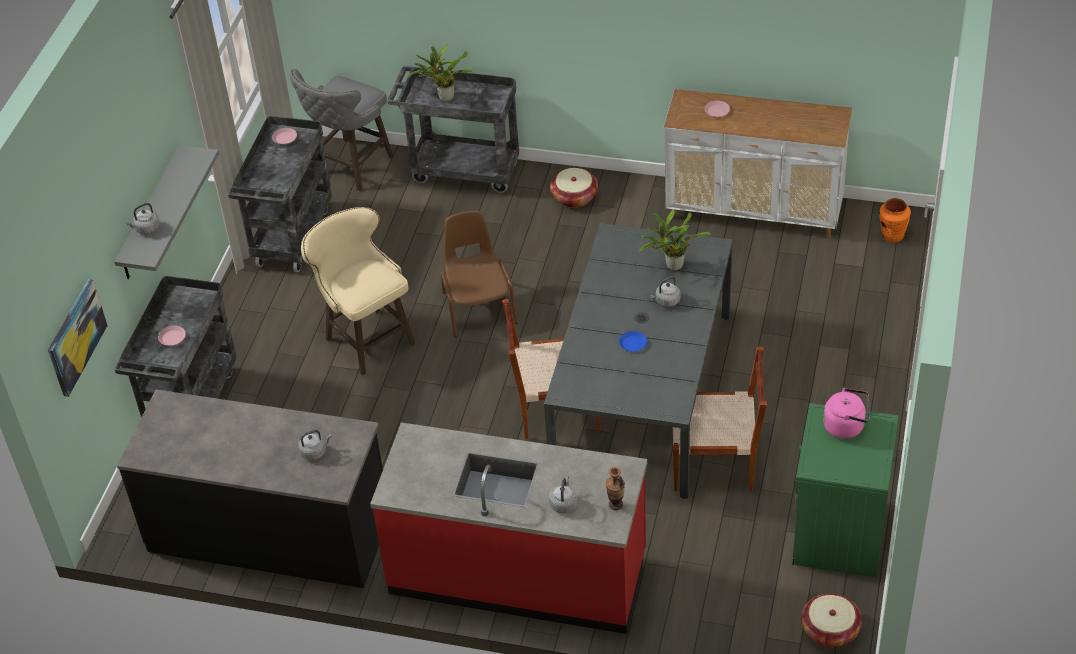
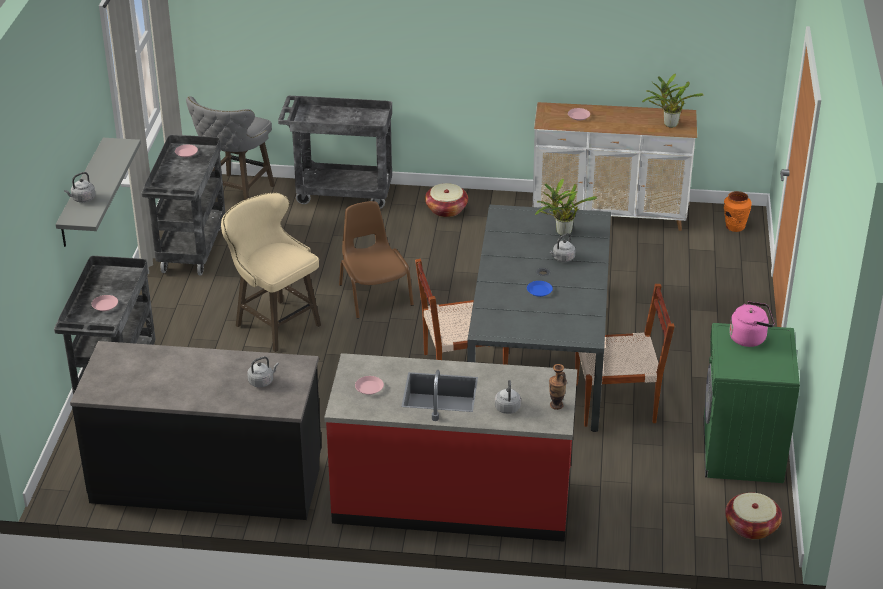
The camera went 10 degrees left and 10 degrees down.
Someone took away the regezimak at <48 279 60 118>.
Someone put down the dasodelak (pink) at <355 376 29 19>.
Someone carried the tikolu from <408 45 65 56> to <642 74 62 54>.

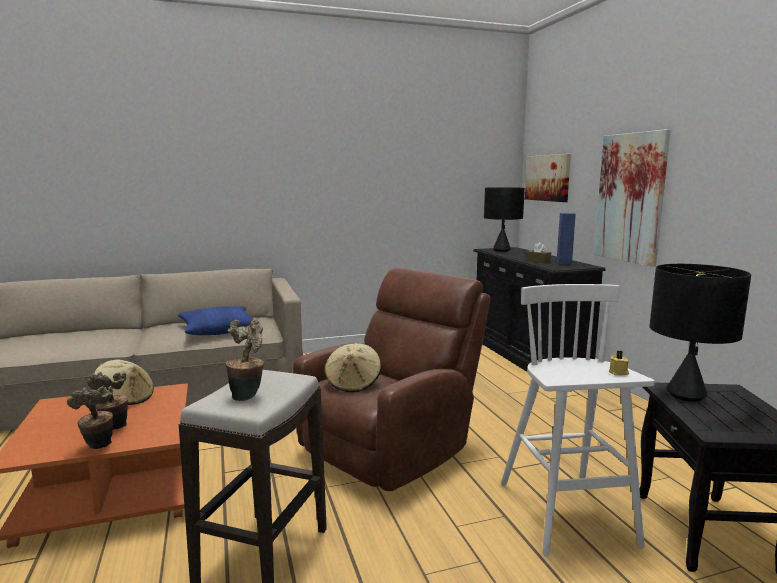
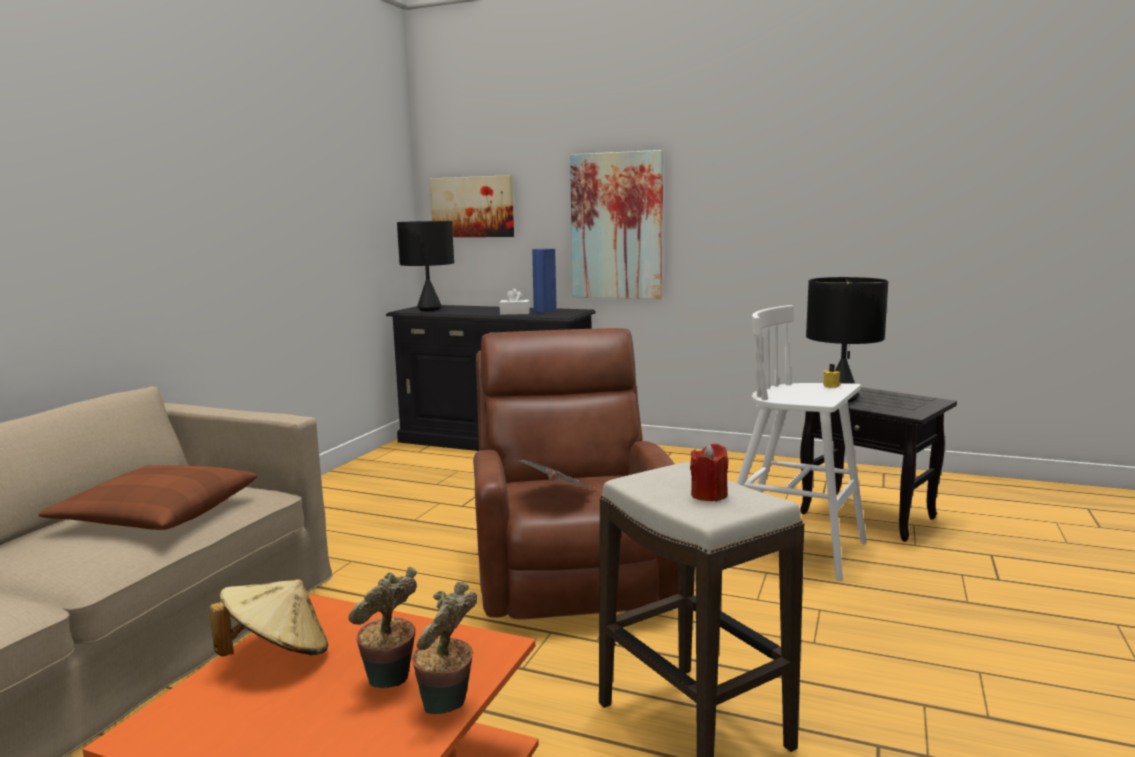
The camera went 50 degrees left and 0 degrees up.
Someone swapped the tikolu at <226 318 38 83> for the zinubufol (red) at <690 443 38 58>.
Someone swapped the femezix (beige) at <324 343 57 49> for the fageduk at <518 460 77 28>.
Someone repainted the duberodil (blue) at <178 306 82 29>, which became the duberodil (brown) at <38 465 219 65>.
Someone repainted the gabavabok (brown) at <525 242 26 21>, which became the gabavabok (white) at <499 289 31 26>.

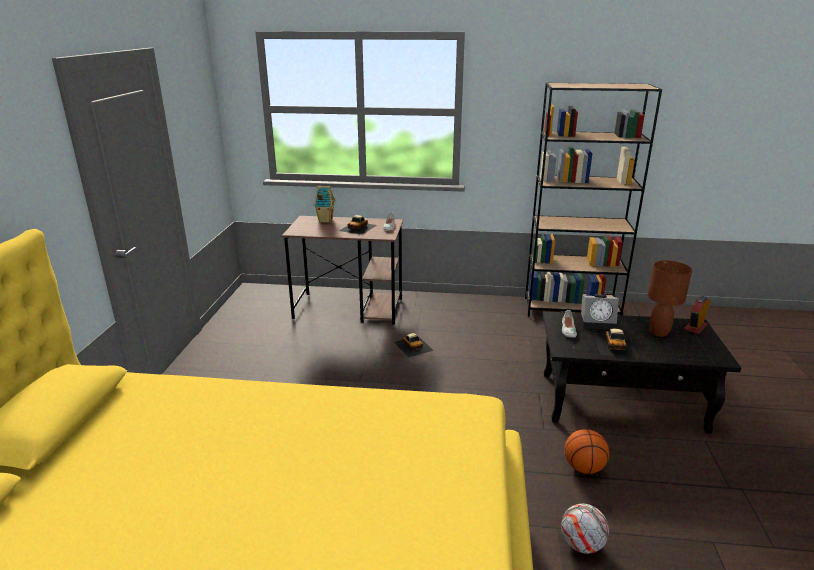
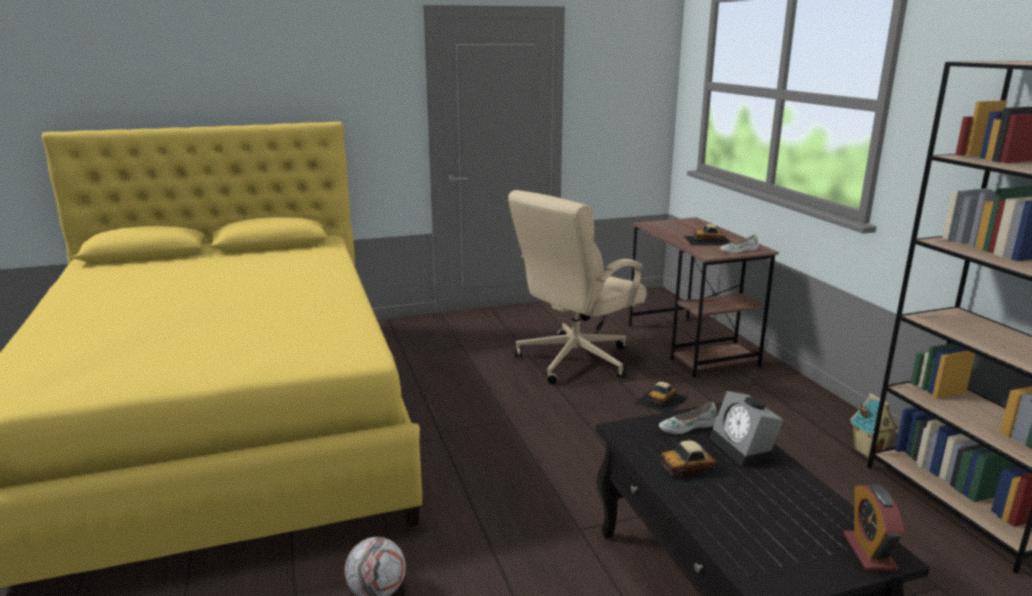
The camera went 65 degrees right and 5 degrees down.
Someone took away the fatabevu at <565 429 44 45>.
Someone took away the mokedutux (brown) at <648 260 44 77>.
Someone put down the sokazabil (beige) at <508 190 139 194>.
Someone carried the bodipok from <314 186 21 37> to <850 393 49 65>.
Someone rotated the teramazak at <684 296 26 38> by 105 degrees counterclockwise.

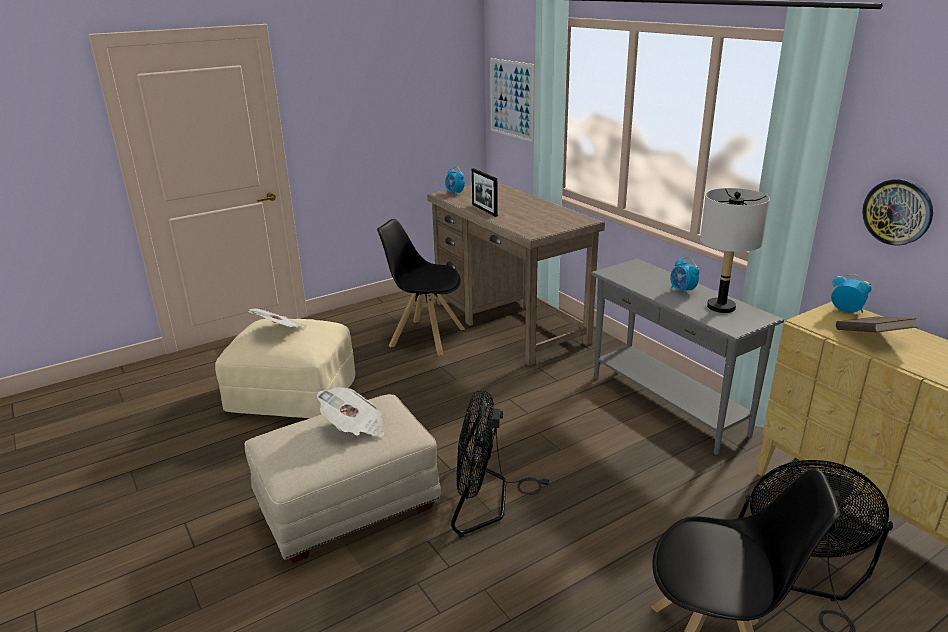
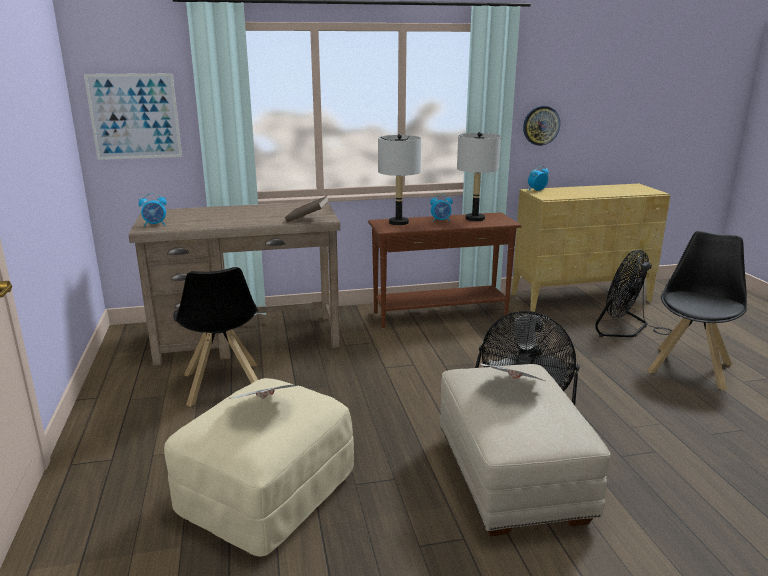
The camera went 70 degrees left and 5 degrees down.
Someone took away the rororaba at <472 168 26 49>.
Someone put down the mokedutux (grey) at <378 134 43 91>.
Someone carried the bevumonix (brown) from <836 316 81 17> to <285 196 44 27>.
Someone repainted the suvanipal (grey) at <591 259 193 196>, which became the suvanipal (brown) at <368 212 154 117>.
Someone rotated the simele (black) at <377 219 88 137> by 60 degrees counterclockwise.

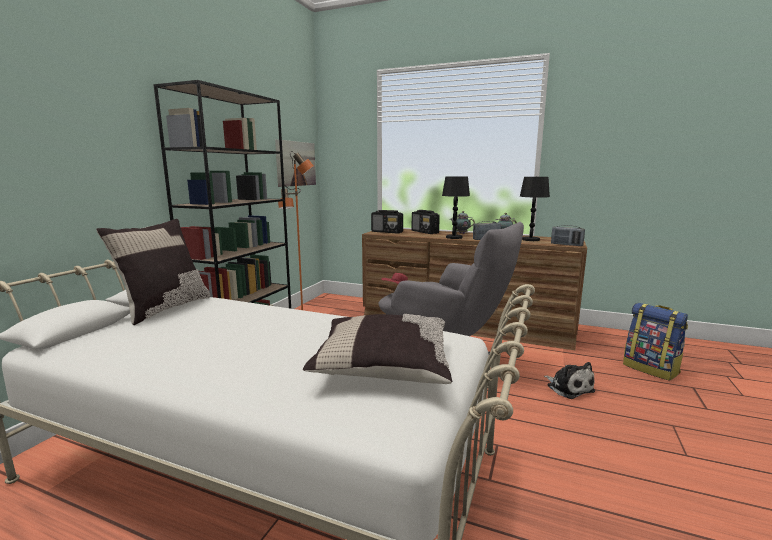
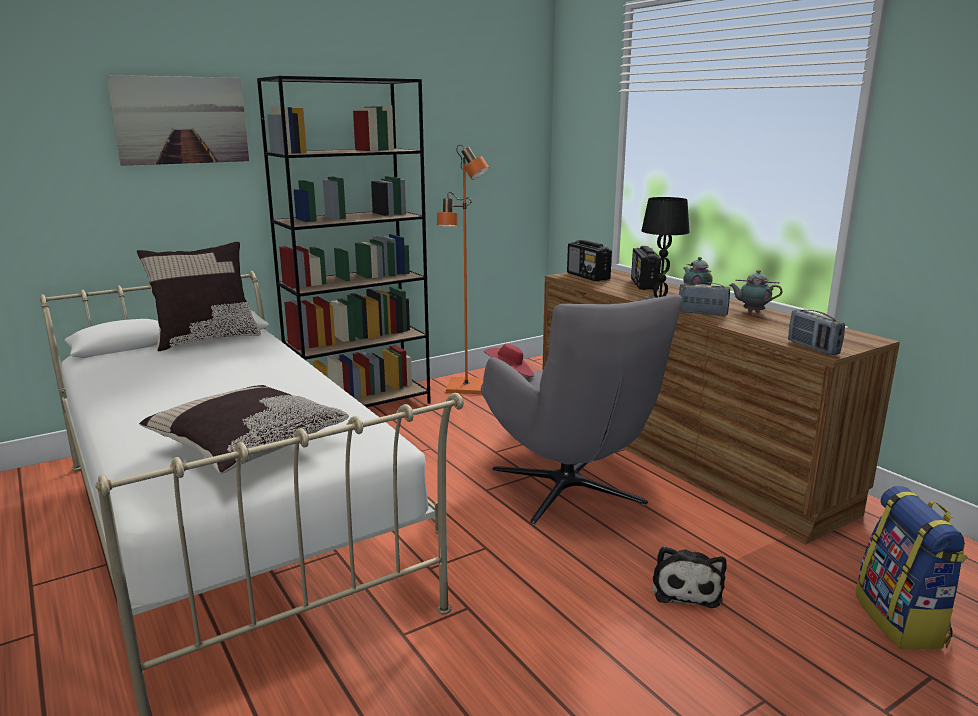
The camera went 35 degrees right and 5 degrees up.
Someone took away the mokedutux (black) at <520 177 30 64>.
Someone carried the regezimak from <275 139 41 48> to <106 75 143 91>.

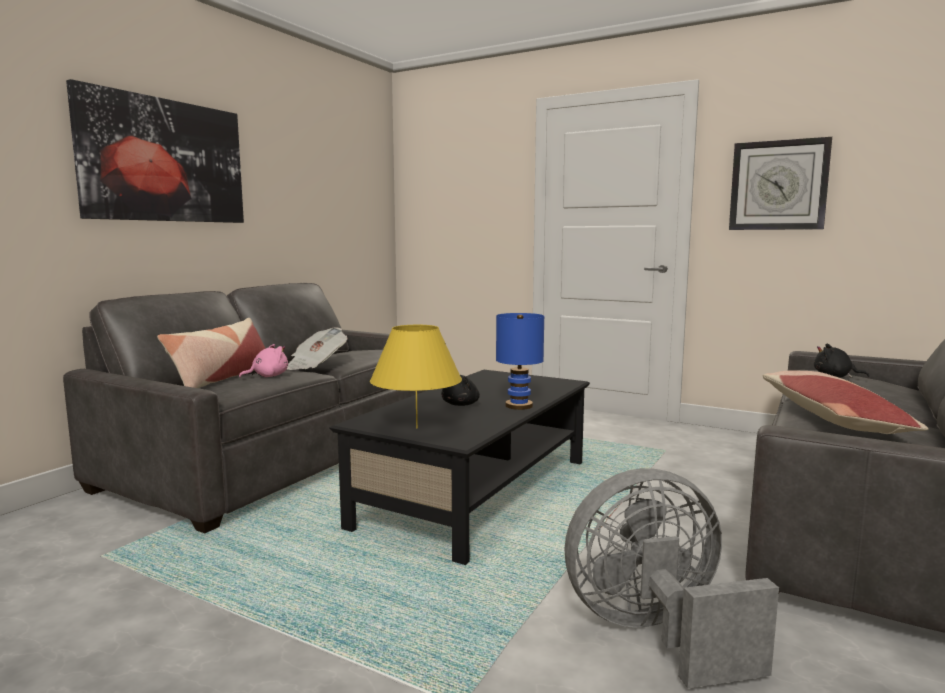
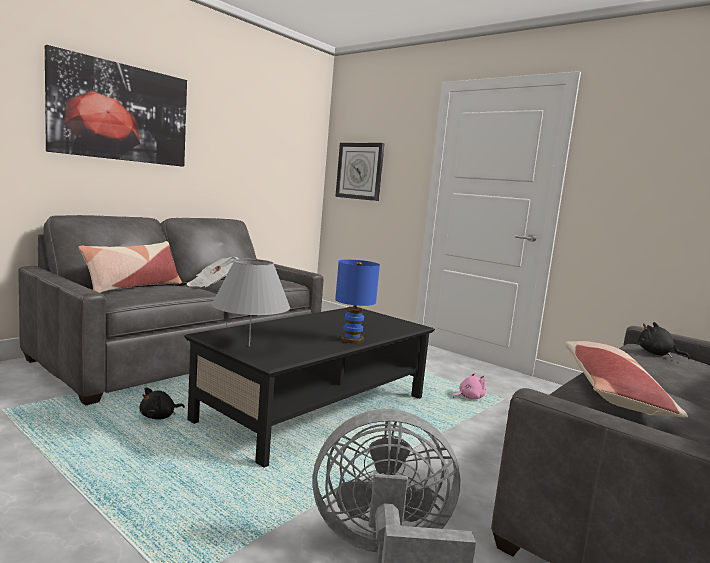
The camera went 10 degrees right and 0 degrees up.
Someone carried the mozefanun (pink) from <239 344 49 34> to <453 372 33 27>.
Someone carried the mozefanun (black) from <441 375 39 31> to <140 388 45 32>.
Someone carried the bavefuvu from <729 137 103 93> to <335 143 50 58>.
Someone repainted the mokedutux (yellow) at <370 325 92 103>, which became the mokedutux (grey) at <212 259 78 87>.

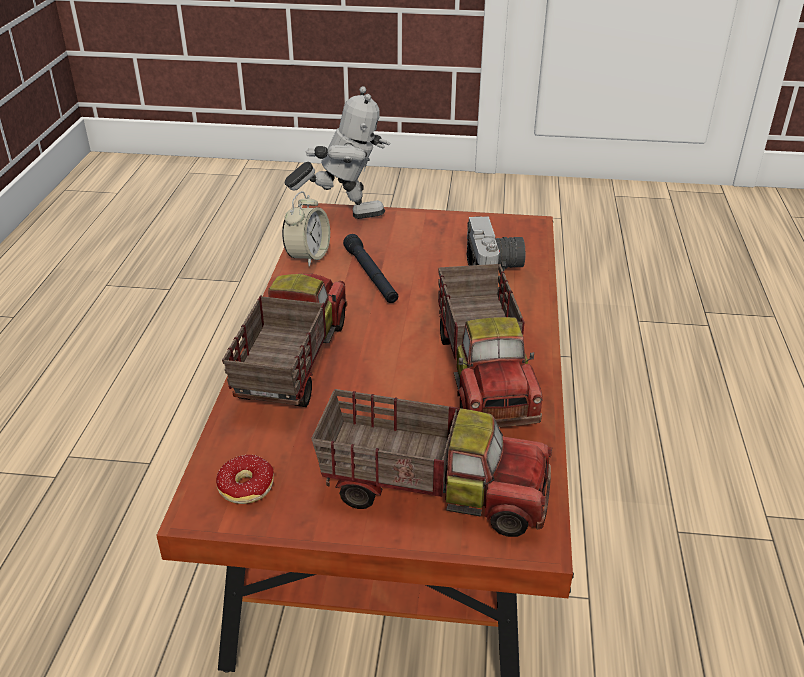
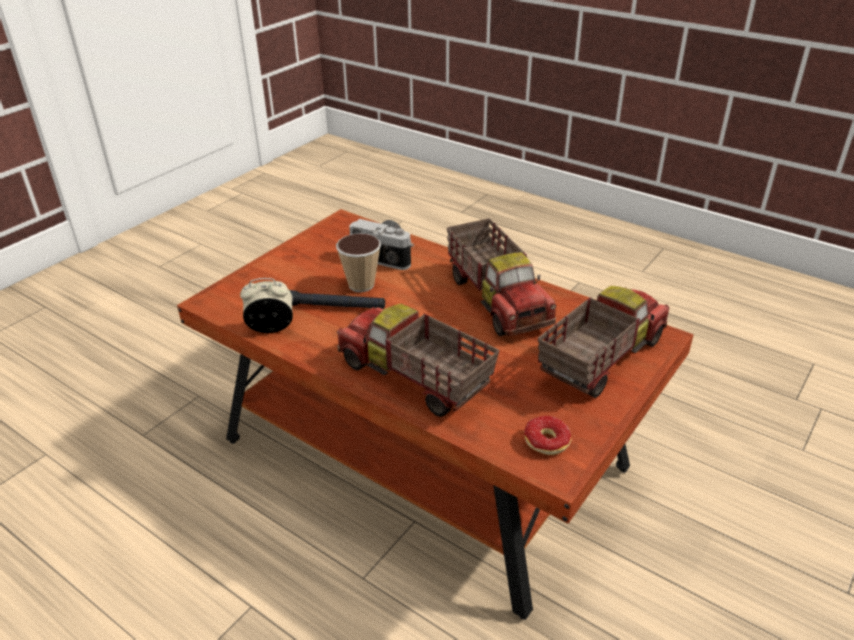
The camera went 60 degrees left and 0 degrees up.
Someone took away the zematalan at <285 86 105 133>.
Someone put down the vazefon at <336 233 45 59>.
Someone rotated the teramazak at <282 191 48 76> by 60 degrees counterclockwise.
Someone rotated the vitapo at <438 264 105 163> by 45 degrees clockwise.

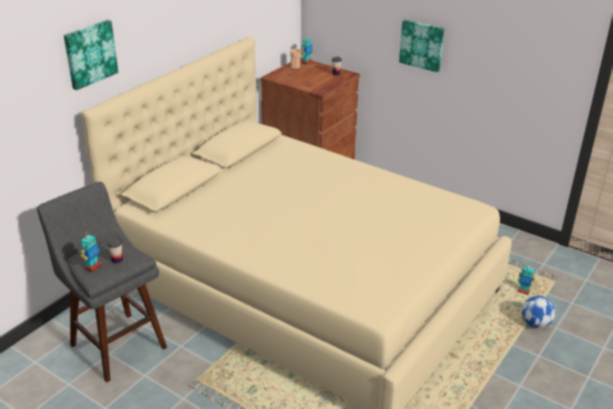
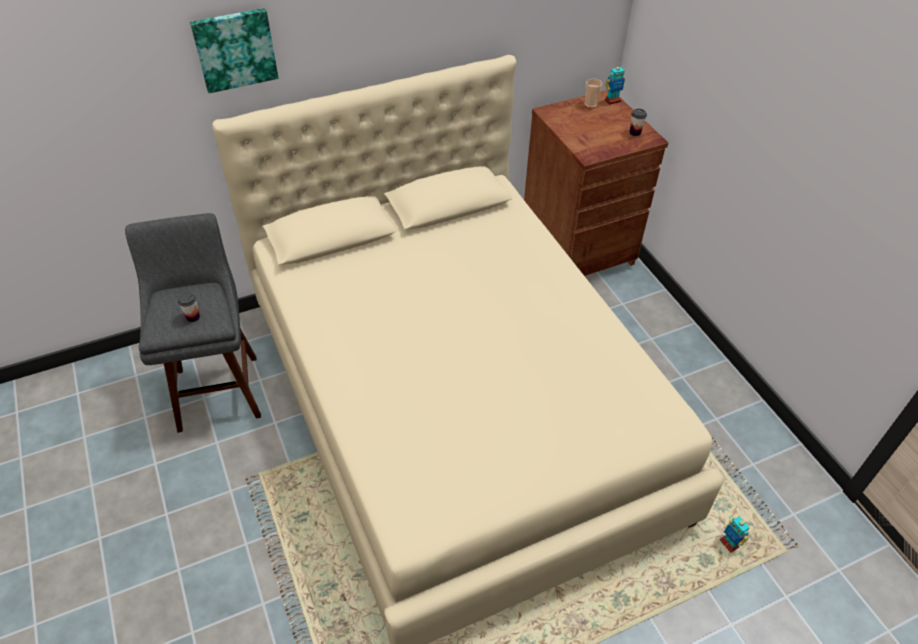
The camera went 30 degrees right and 15 degrees up.
Someone took away the zematalan at <80 232 22 40>.
Someone took away the regezimak at <399 20 45 52>.
Someone took away the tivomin at <522 296 33 32>.

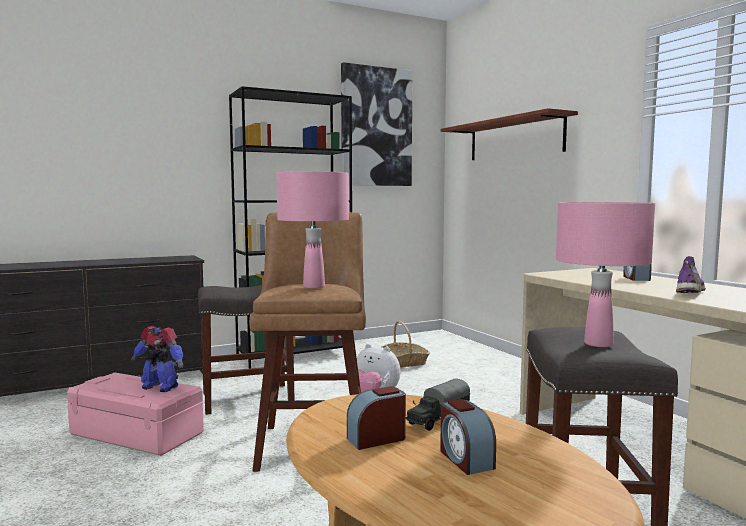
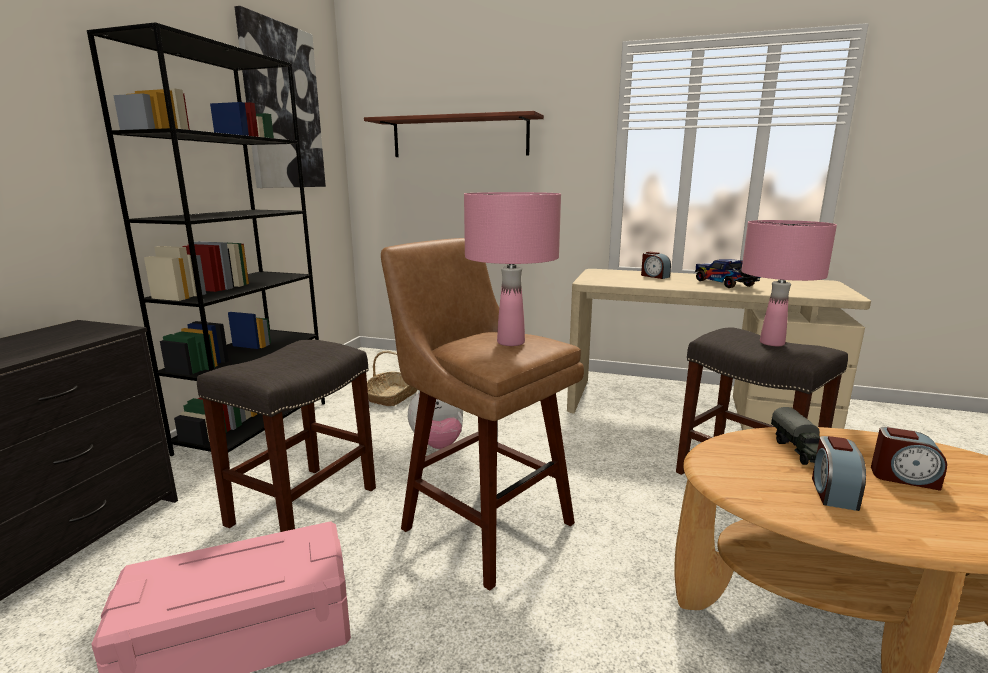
The camera went 45 degrees left and 10 degrees up.
Someone took away the zematalan at <131 326 52 66>.
Someone swapped the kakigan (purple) at <676 256 30 37> for the vitapo at <695 259 66 29>.

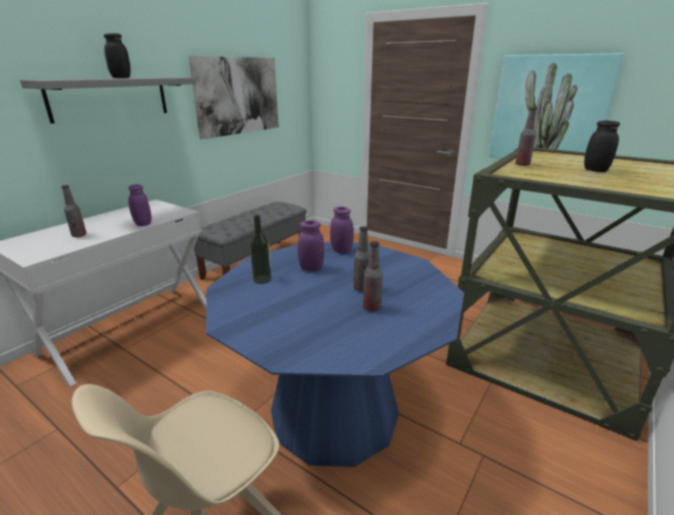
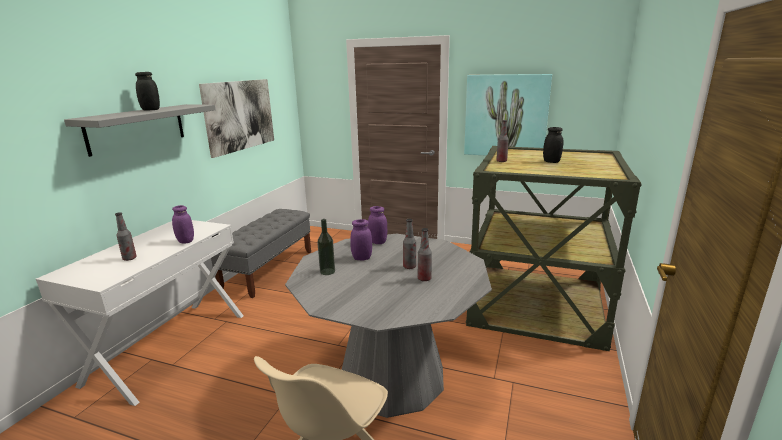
The camera went 15 degrees left and 5 degrees down.
Someone repainted the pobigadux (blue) at <206 242 258 225>, which became the pobigadux (grey) at <285 233 207 185>.

